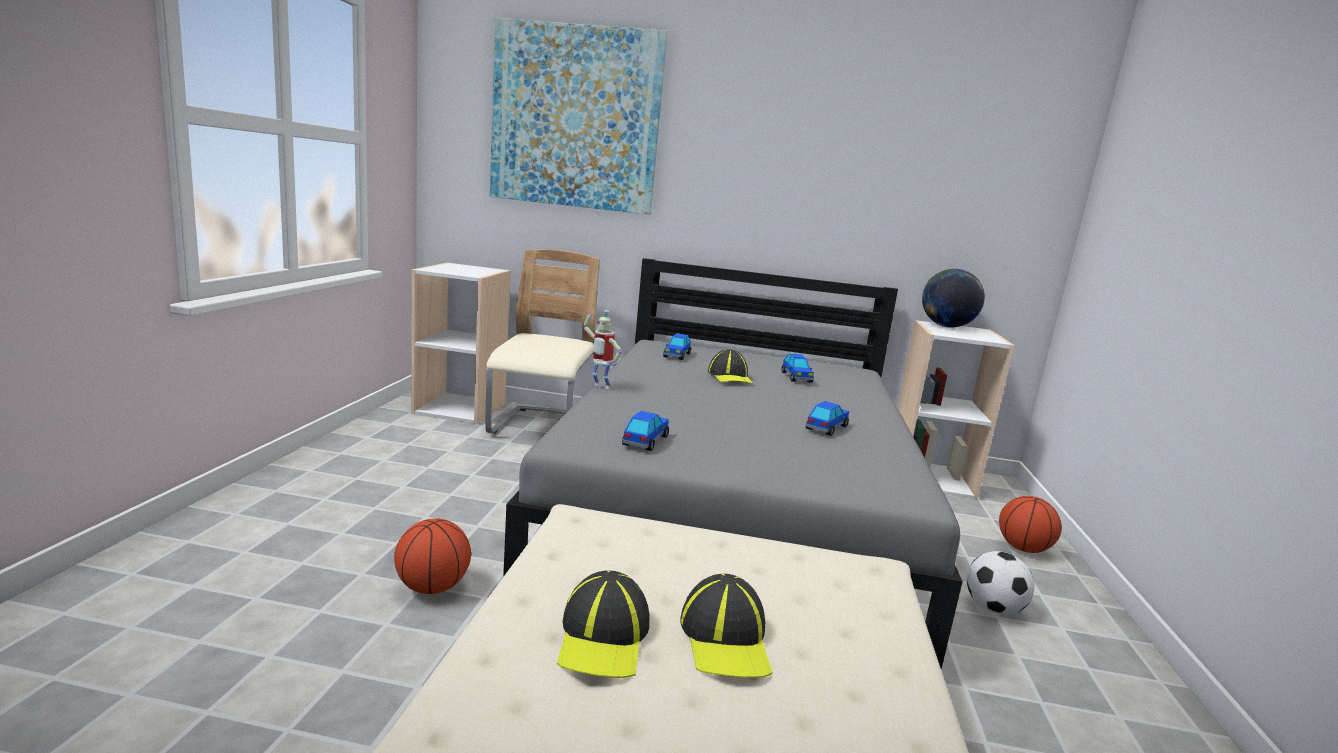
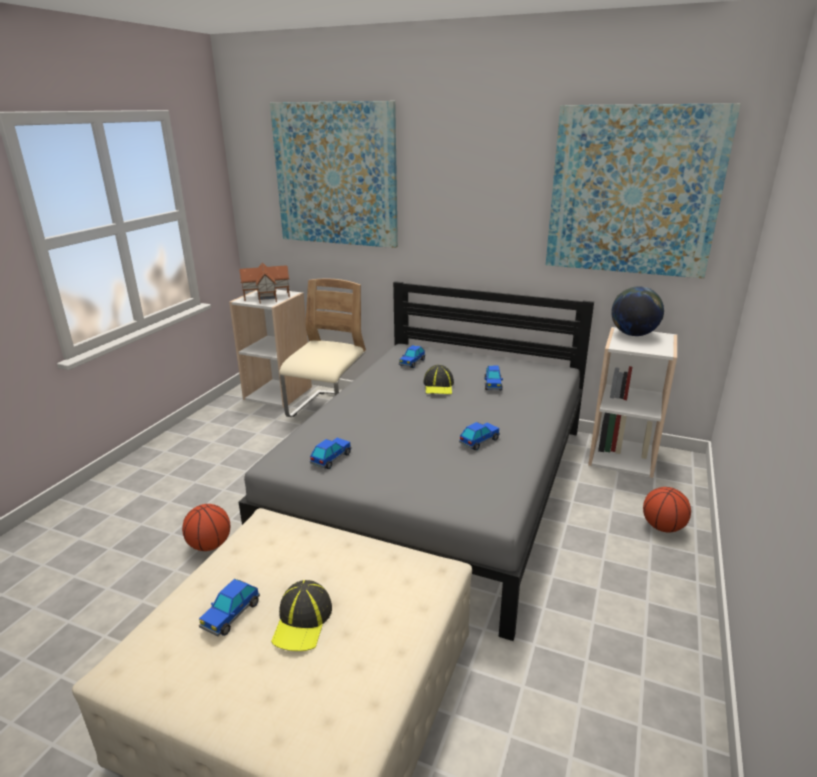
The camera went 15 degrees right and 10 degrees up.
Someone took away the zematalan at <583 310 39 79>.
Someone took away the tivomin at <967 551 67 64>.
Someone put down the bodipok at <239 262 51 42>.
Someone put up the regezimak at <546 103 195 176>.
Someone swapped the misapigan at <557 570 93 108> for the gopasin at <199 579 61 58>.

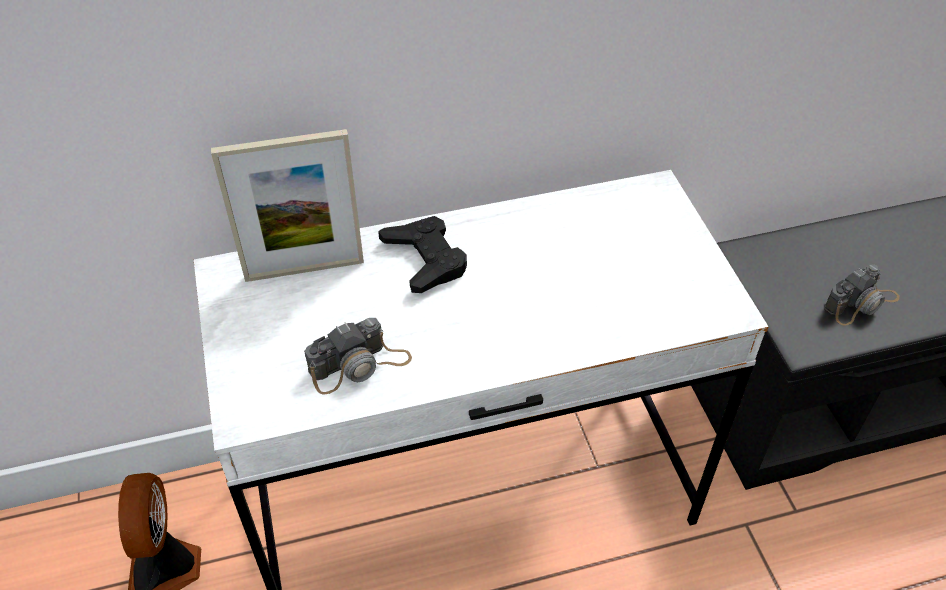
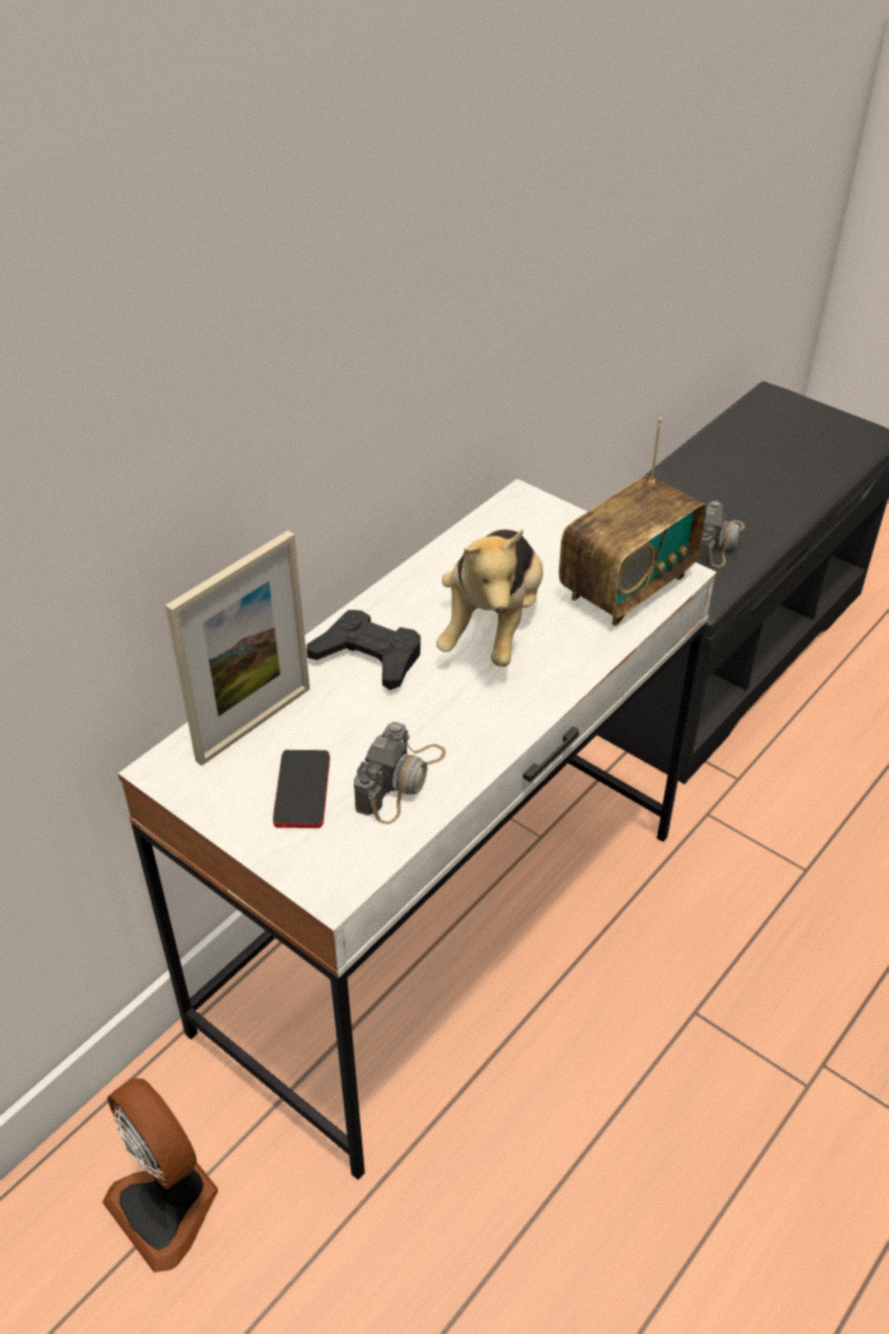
The camera went 35 degrees left and 5 degrees down.
Someone put down the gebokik at <273 750 57 78>.
Someone put down the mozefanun at <436 529 107 138>.
Someone put down the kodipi at <559 417 147 209>.

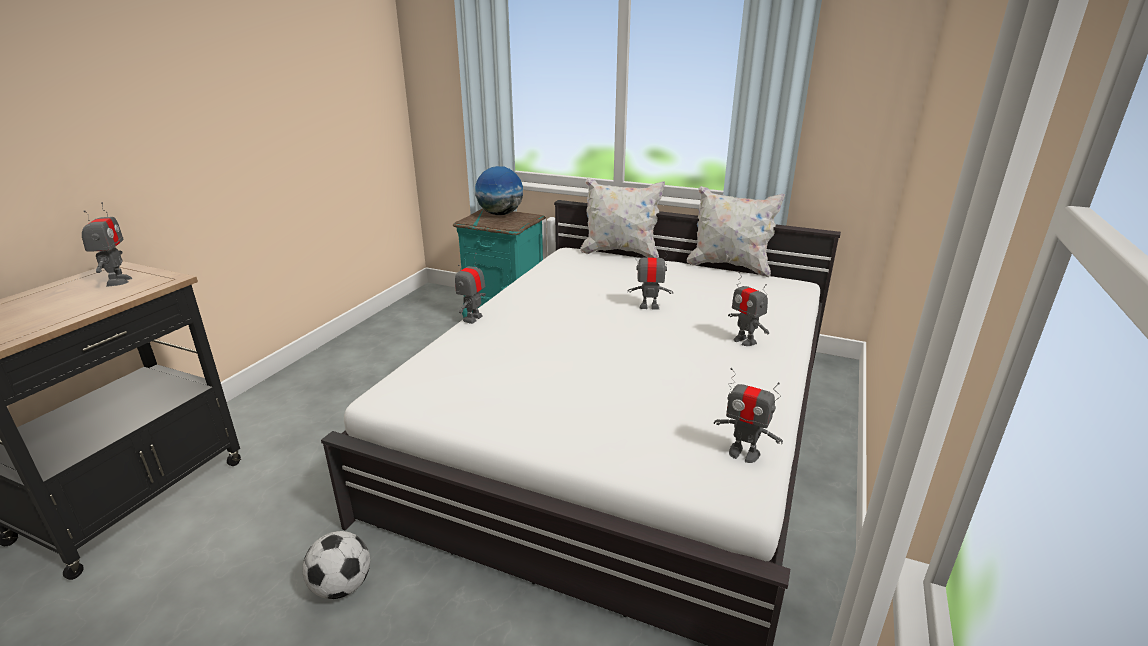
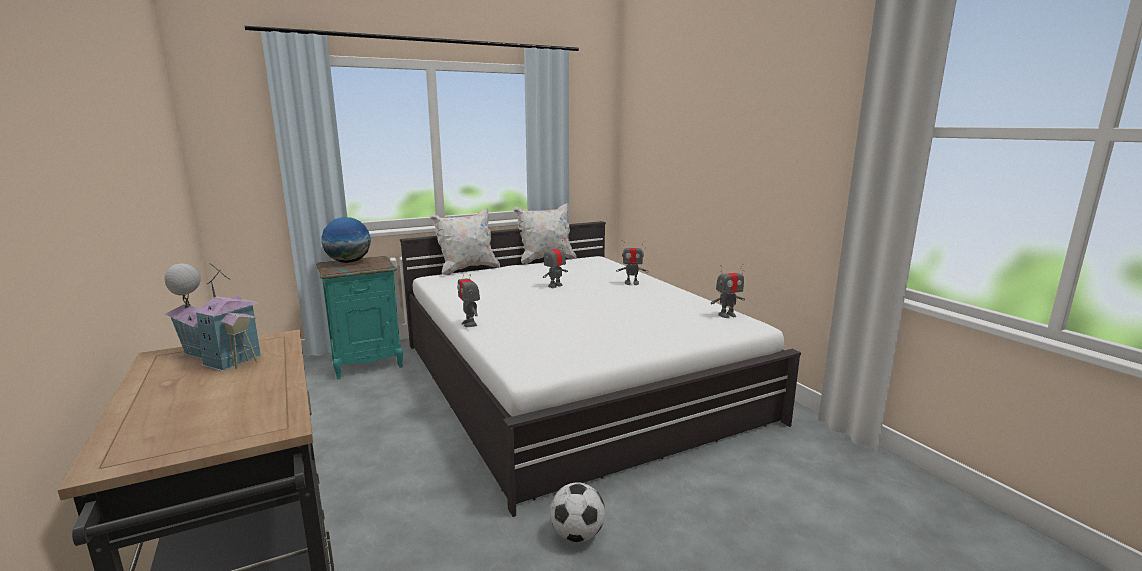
The camera went 50 degrees left and 10 degrees down.
Someone swapped the zematalan at <82 202 50 85> for the bodipok at <164 263 97 108>.

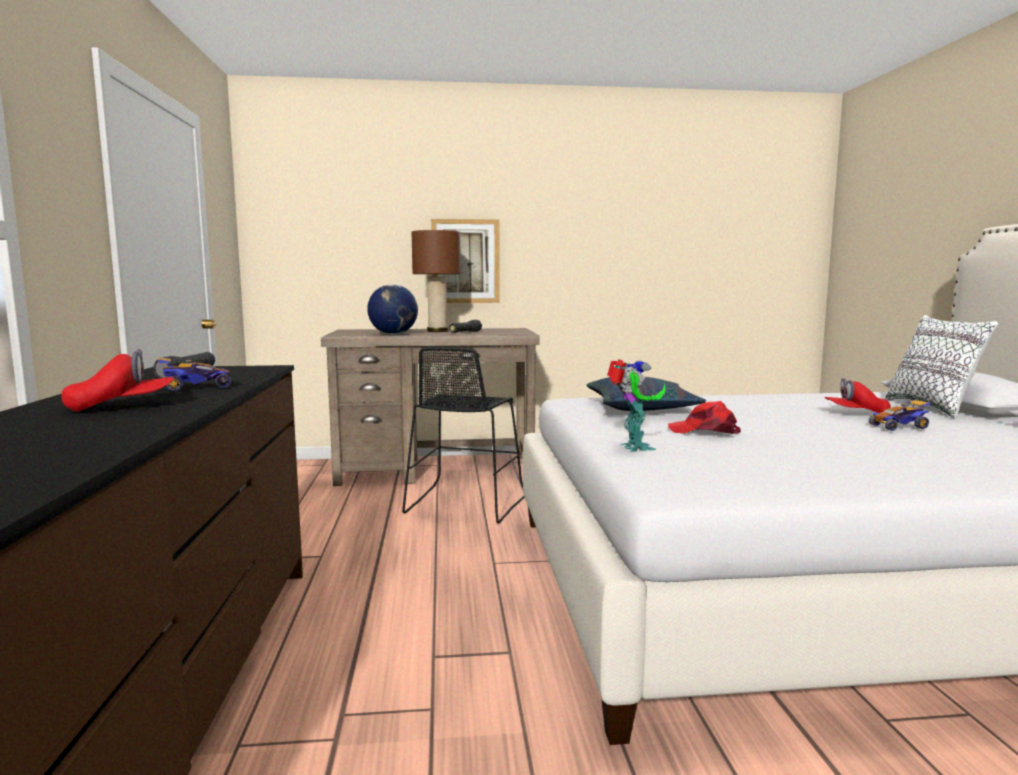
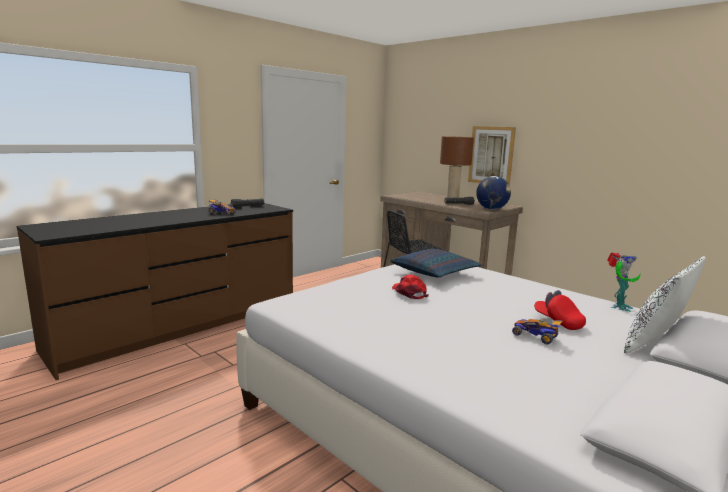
The camera went 50 degrees right and 5 degrees up.
Someone took away the misapigan (red) at <61 349 114 63>.
Someone carried the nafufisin from <367 284 51 51> to <476 176 35 34>.
Someone carried the zematalan from <607 359 59 93> to <607 252 34 60>.

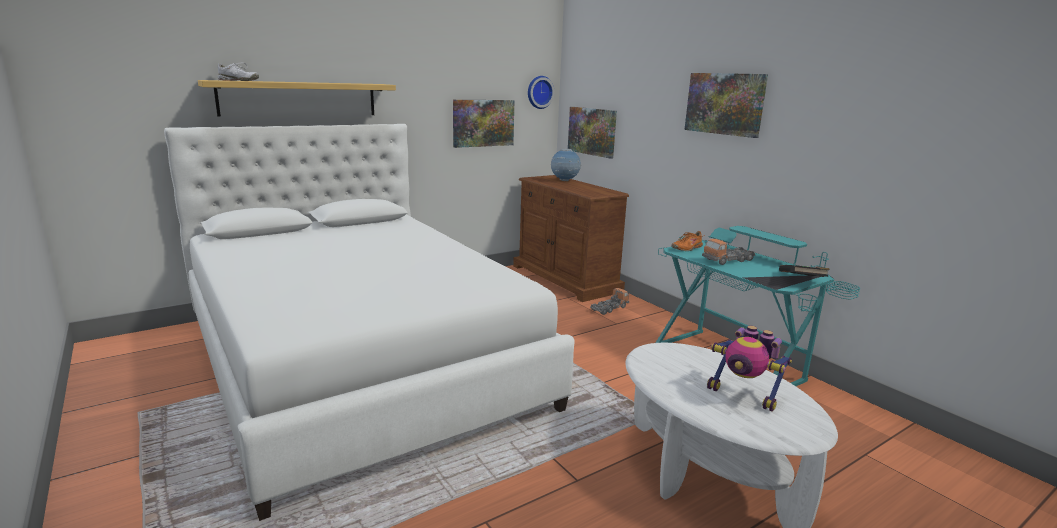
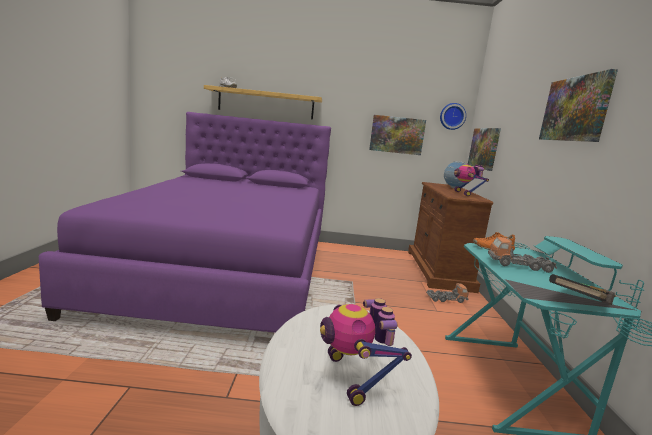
The camera went 35 degrees right and 5 degrees down.
Someone put down the zematalan at <454 164 35 32>.
Someone repainted the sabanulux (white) at <164 124 411 397>, which became the sabanulux (purple) at <39 112 292 221>.

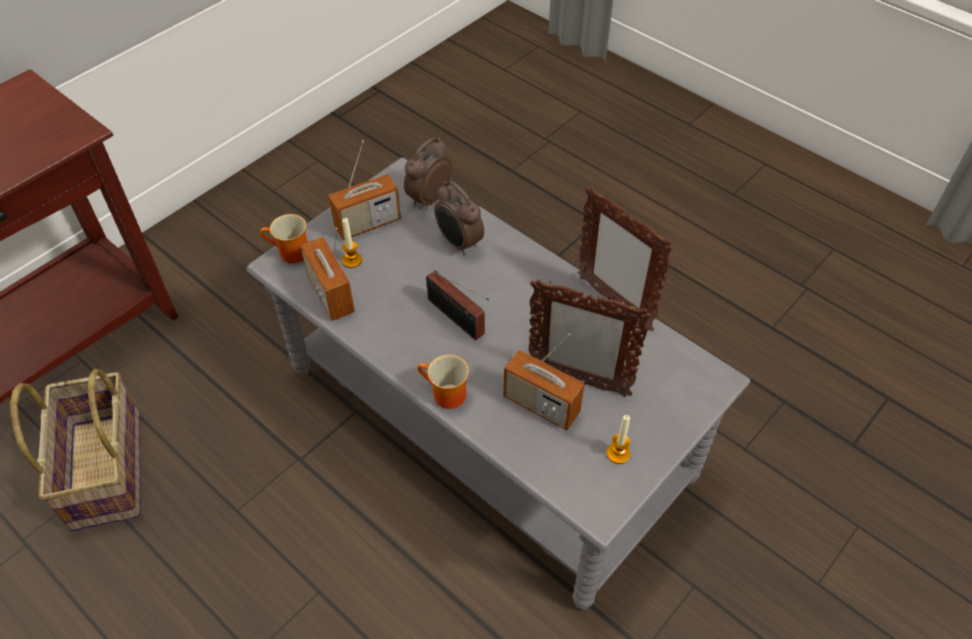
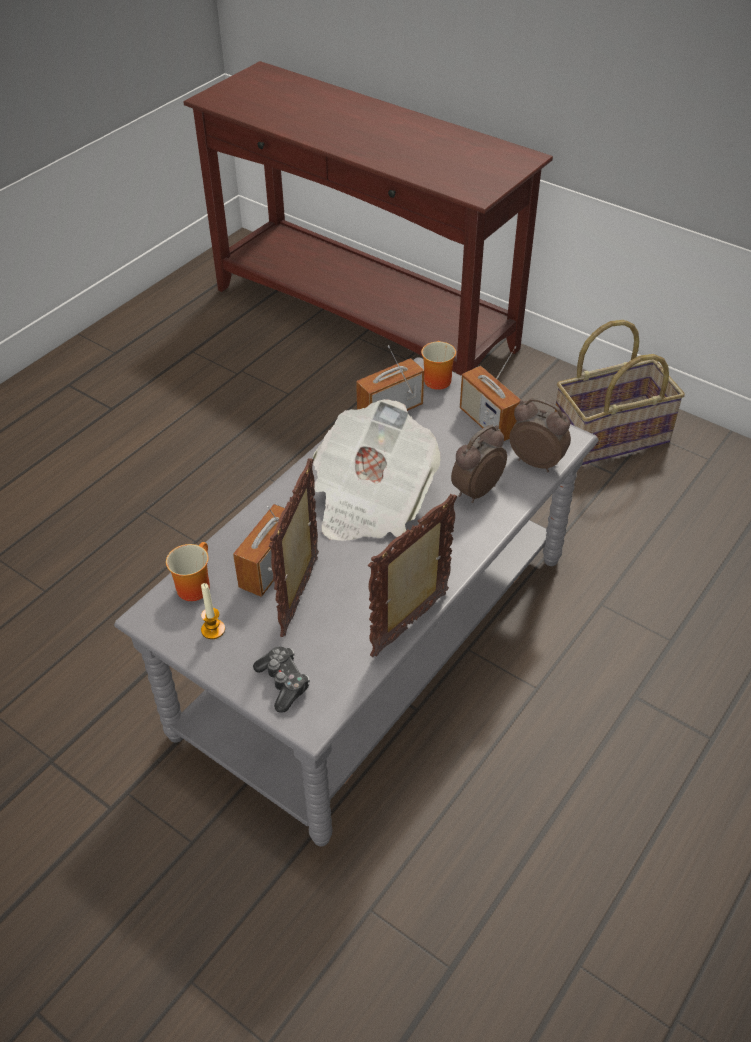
The camera went 85 degrees right and 5 degrees down.
Someone took away the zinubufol at <342 218 20 50>.
Someone put down the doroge at <253 646 57 67>.
Someone carried the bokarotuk from <10 369 131 162> to <555 320 130 145>.
Someone carried the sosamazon from <417 355 52 54> to <166 542 44 59>.
Someone swapped the kodipi at <426 270 63 70> for the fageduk at <313 399 128 142>.

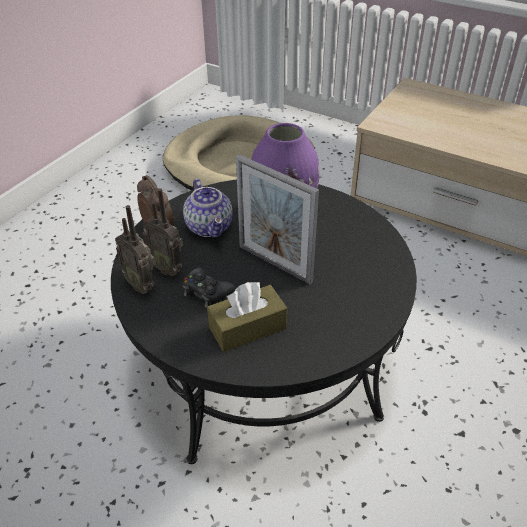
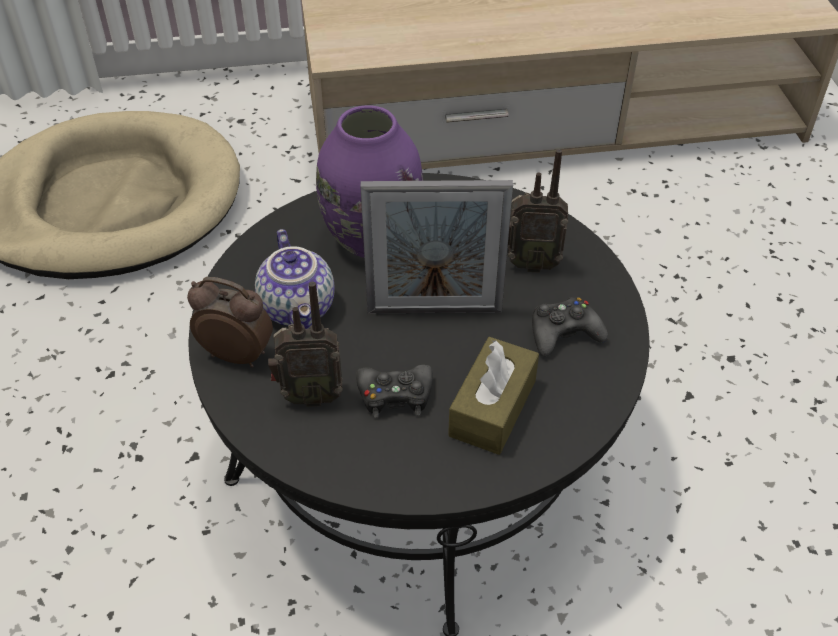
The camera went 40 degrees left and 5 degrees up.
Someone put down the doroge (black) at <532 297 76 60>.
Someone carried the kodipi from <115 205 41 89> to <508 149 60 124>.
Someone rotated the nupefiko at <183 179 50 59> by 45 degrees clockwise.

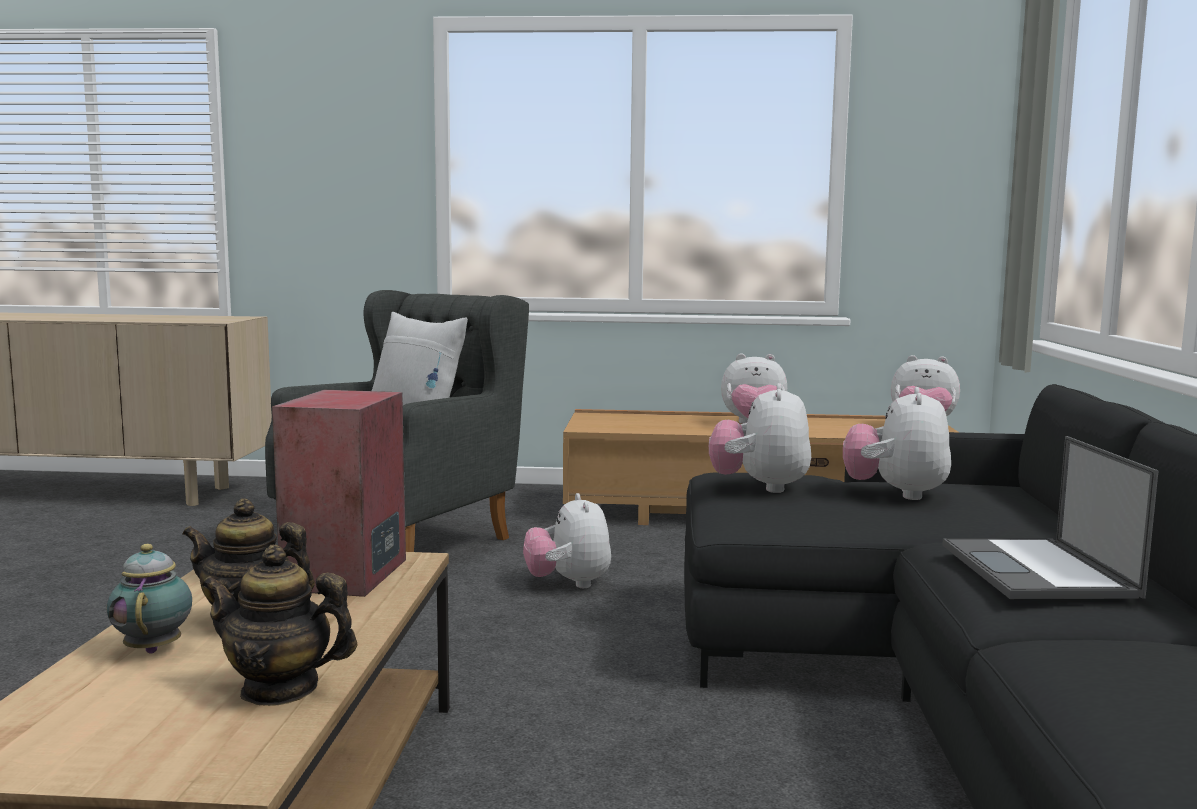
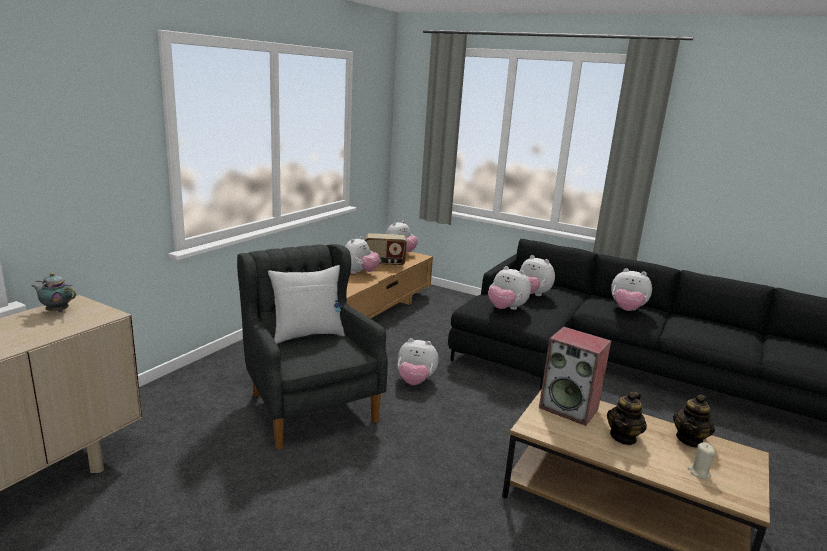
The camera went 65 degrees left and 10 degrees up.
Someone put down the kodipi at <365 233 42 33>.
Someone put down the zinubufol (beige) at <688 442 27 37>.
Someone carried the nupefiko from <107 544 85 110> to <31 273 45 39>.
Someone swapped the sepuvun at <942 436 216 163> for the mozefanun at <611 268 41 43>.

